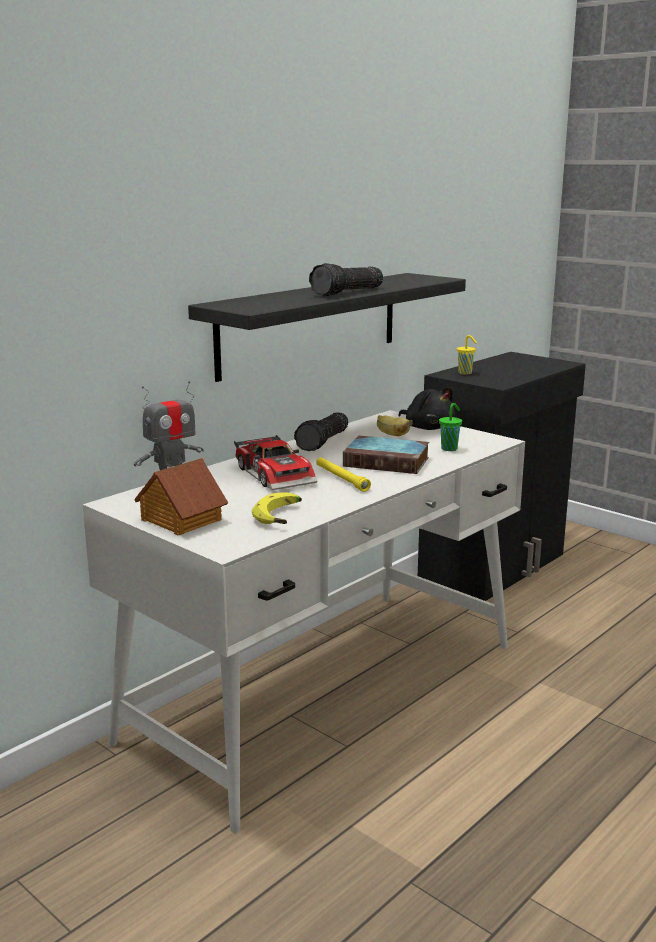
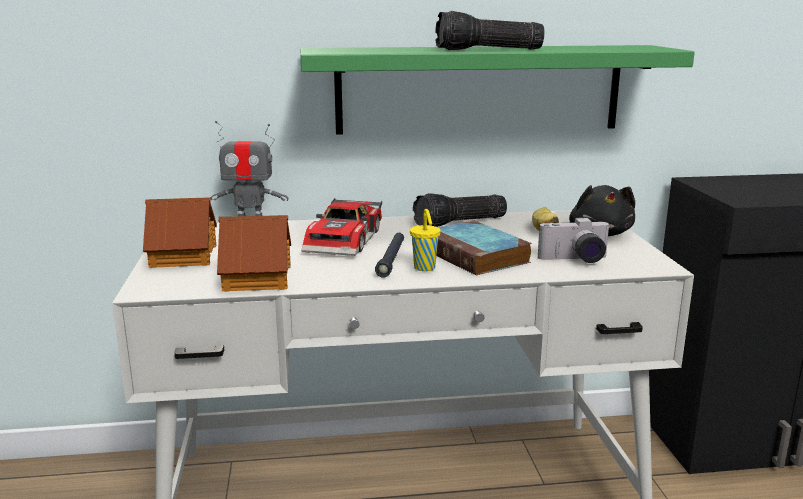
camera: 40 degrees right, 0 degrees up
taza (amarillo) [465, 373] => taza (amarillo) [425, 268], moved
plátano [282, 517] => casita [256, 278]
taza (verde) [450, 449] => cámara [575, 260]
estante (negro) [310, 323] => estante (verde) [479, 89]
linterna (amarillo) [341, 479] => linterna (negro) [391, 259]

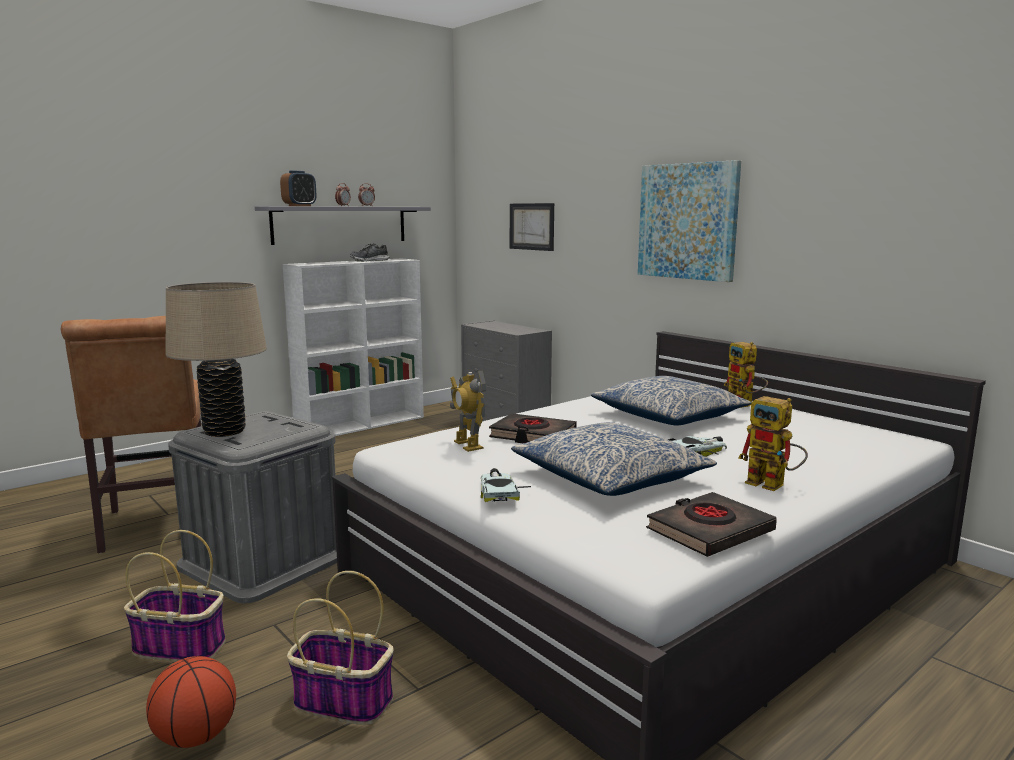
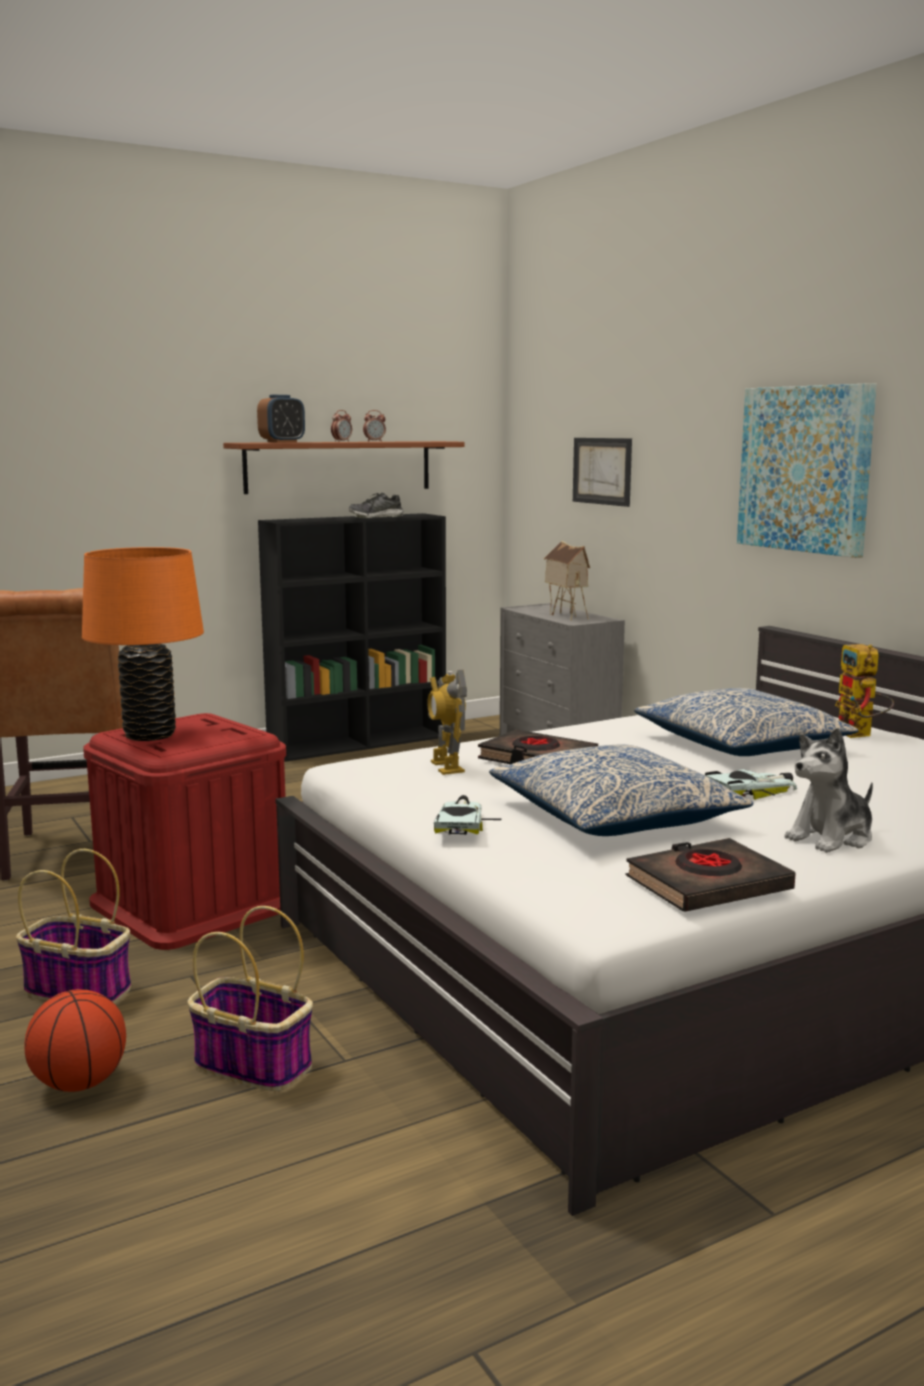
camera: 10 degrees right, 0 degrees up
nothing => casita [565, 616]
robot de juguete [773, 485] => peluche [831, 838]
lámpara de mesa (beis) [224, 431] => lámpara de mesa (naranja) [150, 735]
caja de almacenaje (gris) [263, 561] => caja de almacenaje (rojo) [193, 903]
estante (gris) [340, 224] => estante (marrón) [339, 466]
estantería (blanco) [362, 424] => estantería (negro) [360, 743]

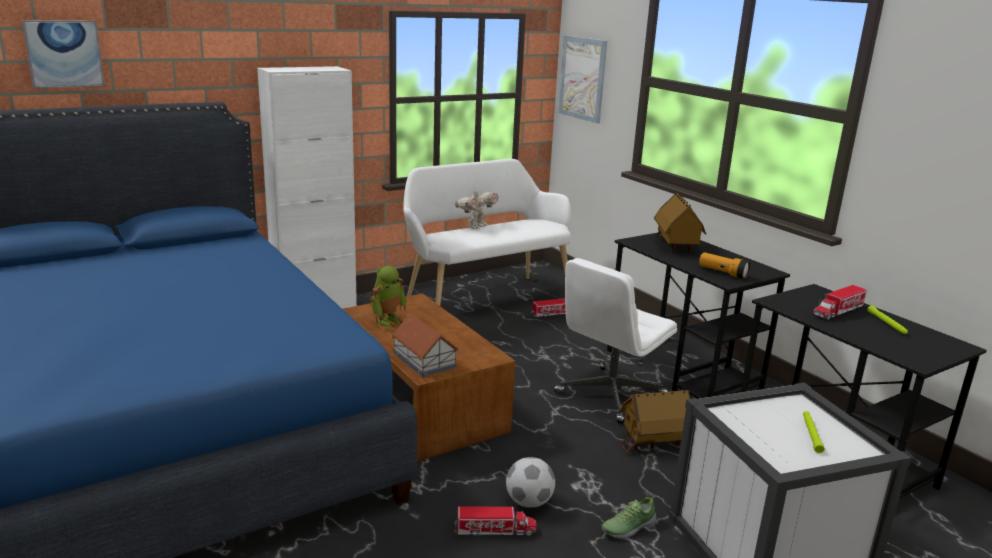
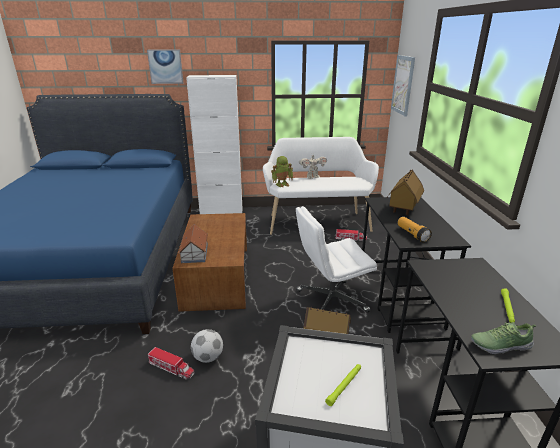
camera: 30 degrees right, 5 degrees up
camión de juguete [838, 311] => nothing
cuadro [64, 54] => cuadro [165, 66], moved
robot de juguete [388, 320] => robot de juguete [282, 184], moved
zapato [628, 527] => zapato [499, 345], moved

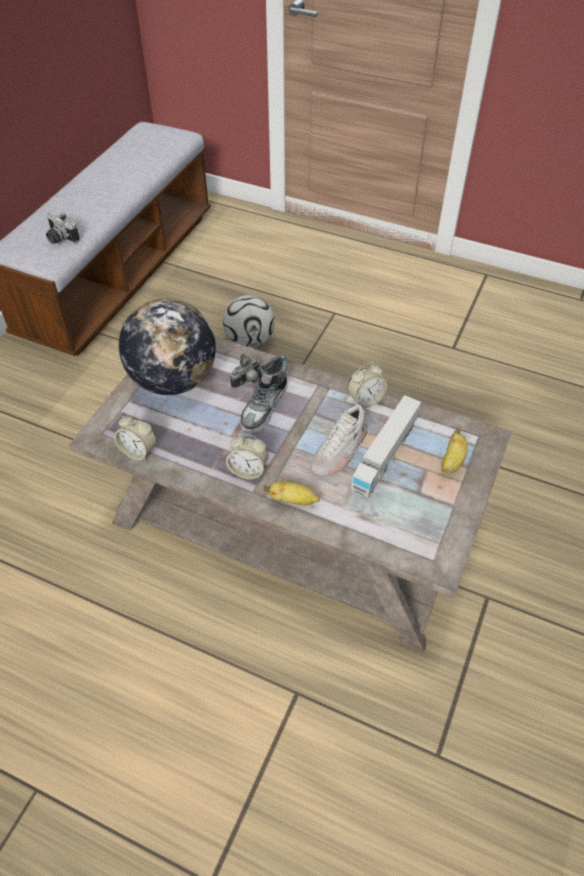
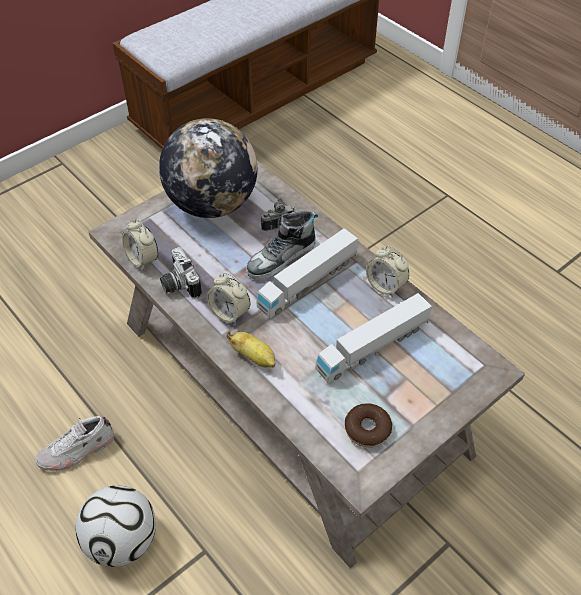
camera: 25 degrees right, 0 degrees up
plátano [452, 462] => nothing
nothing => camión de juguete [308, 282]
nothing => rosquilla [367, 429]
cámara [59, 238] => cámara [178, 284], moved
balón de fútbol [250, 340] => balón de fútbol [123, 540], moved
zapato (blanco) [339, 451] => zapato (blanco) [77, 451], moved
despertador [365, 400] => despertador [385, 286], 45 degrees clockwise

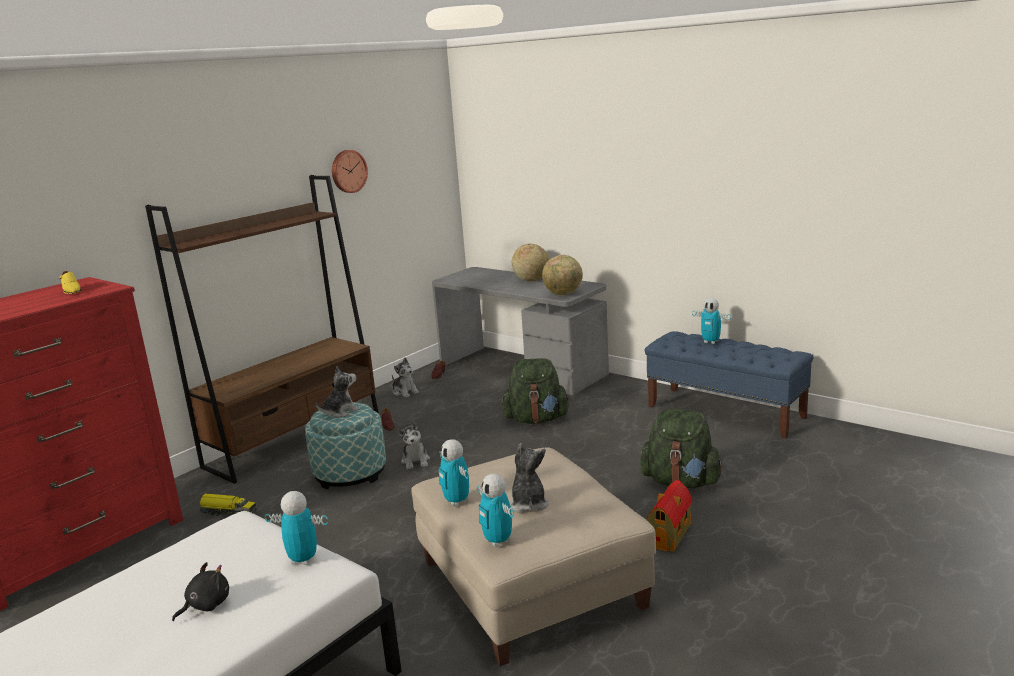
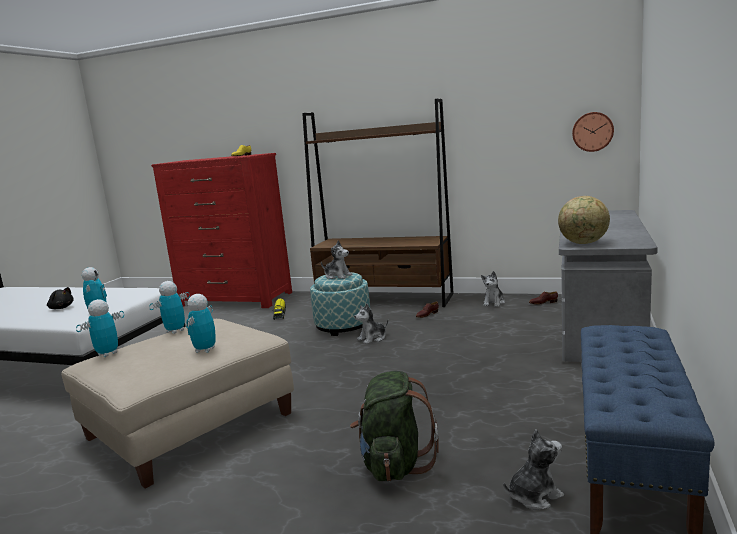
camera: 70 degrees right, 5 degrees down
mochila (verde) [536, 419] => nothing
globo terráqueo [531, 280] => nothing
casita [670, 534] => nothing
reloj de pared [348, 171] => reloj de pared [592, 131], moved
peluche [528, 503] => peluche [534, 496], moved
robot de juguete [711, 342] => robot de juguete [205, 350], moved

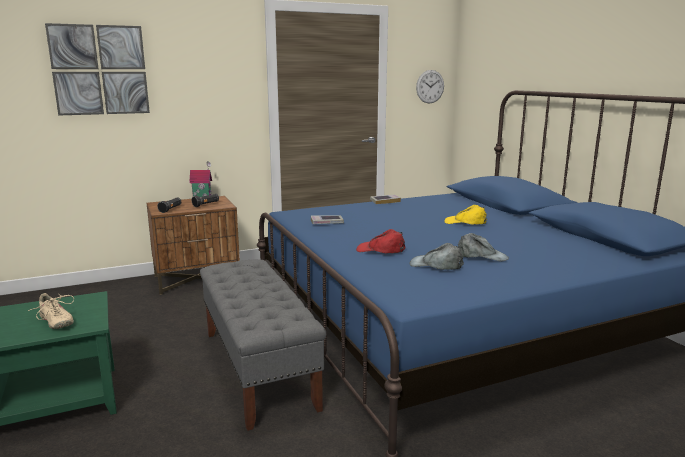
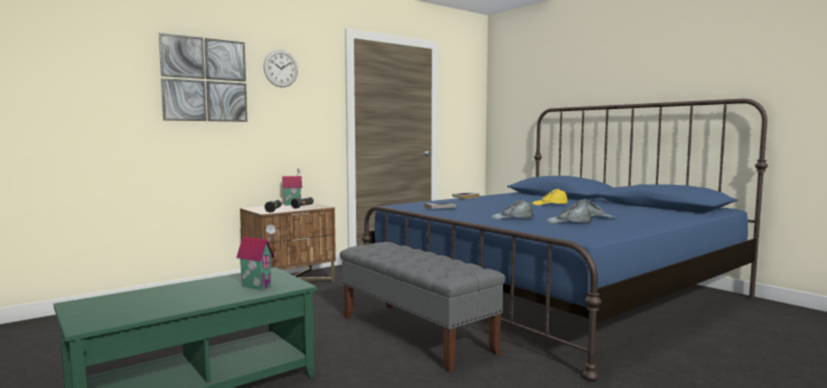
camera: 15 degrees left, 10 degrees down
reloj de pared [430, 86] => reloj de pared [281, 68], moved
zapato (beis) [55, 322] => casita [258, 286]
gorra (rojo) [381, 250] => gorra (gris) [512, 218]

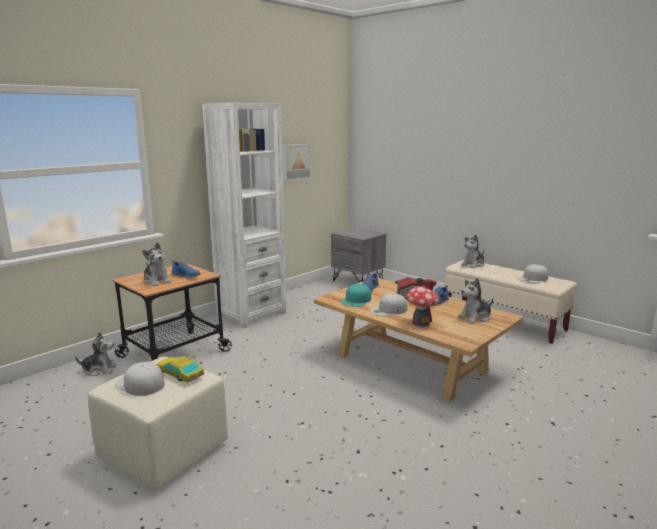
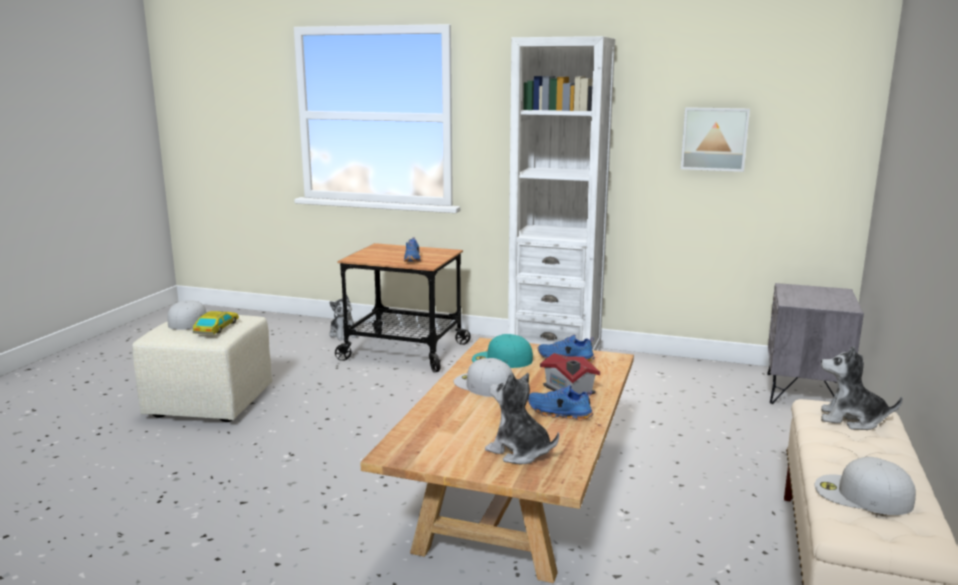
camera: 65 degrees right, 0 degrees up
peluche [157, 281] => nothing
casita [421, 323] => nothing

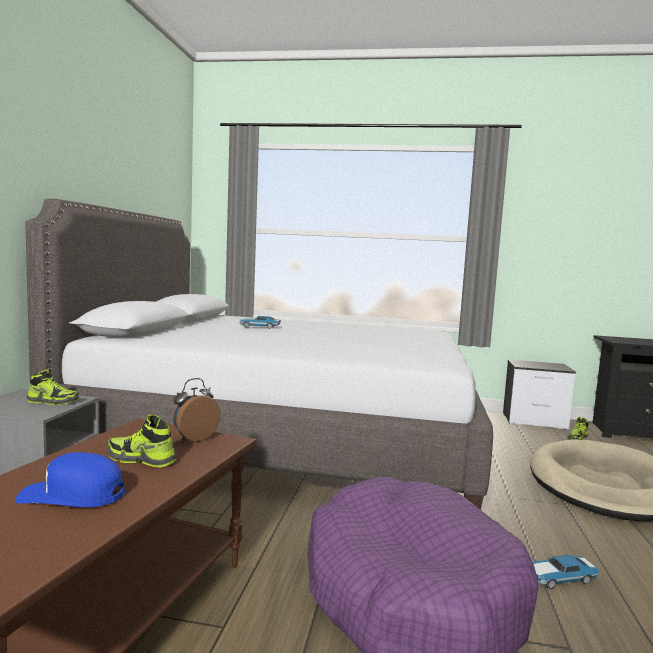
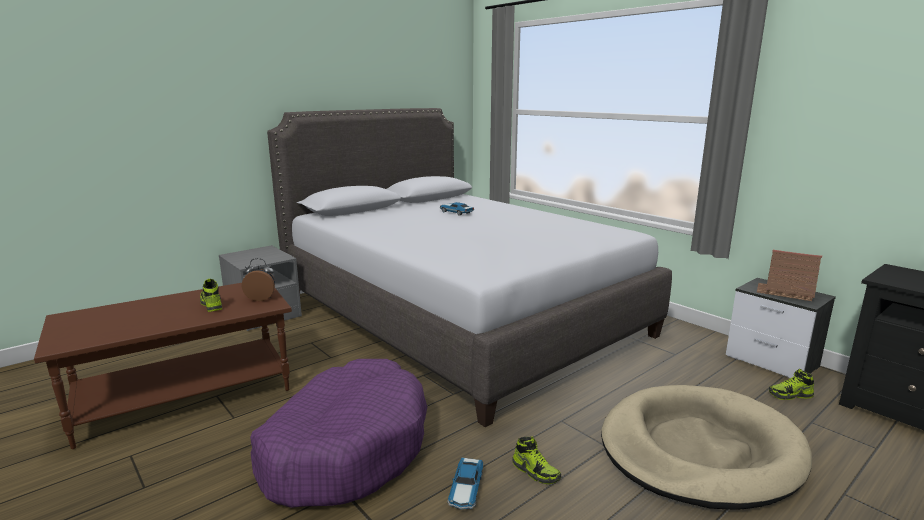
camera: 40 degrees right, 10 degrees up
gorra (azul) [72, 495] => nothing
nothing => casita [785, 292]
zapato [53, 401] => zapato [535, 472], moved
coche de juguete [559, 578] => coche de juguete [466, 490], 105 degrees counterclockwise

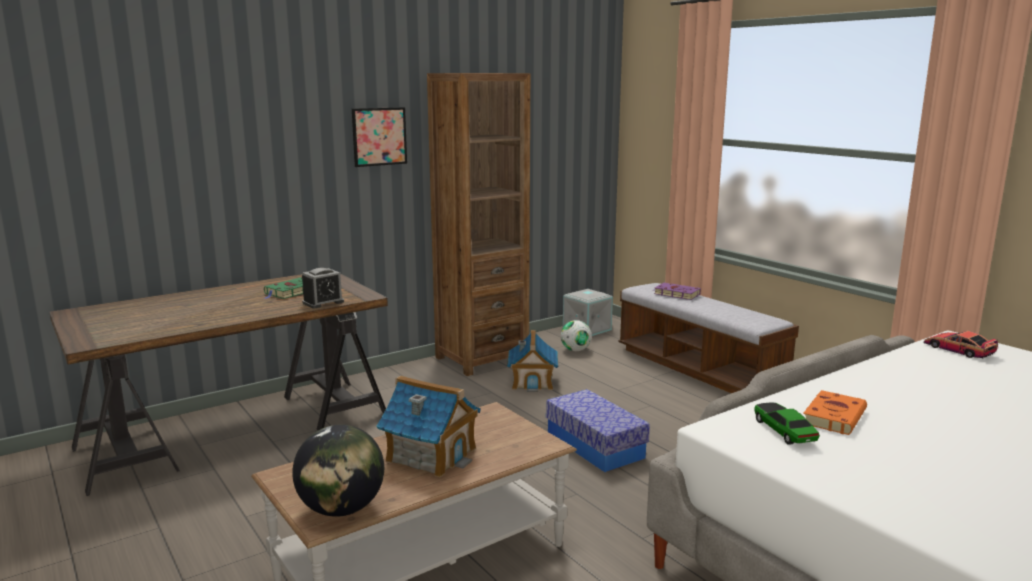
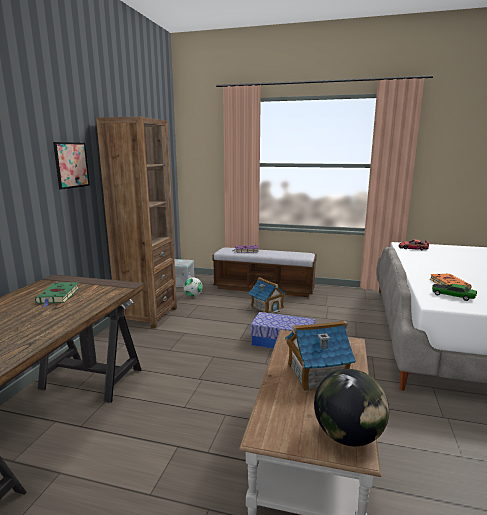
camera: 40 degrees left, 0 degrees up
despertador [323, 302] => nothing
casita [532, 381] => casita [267, 307], moved

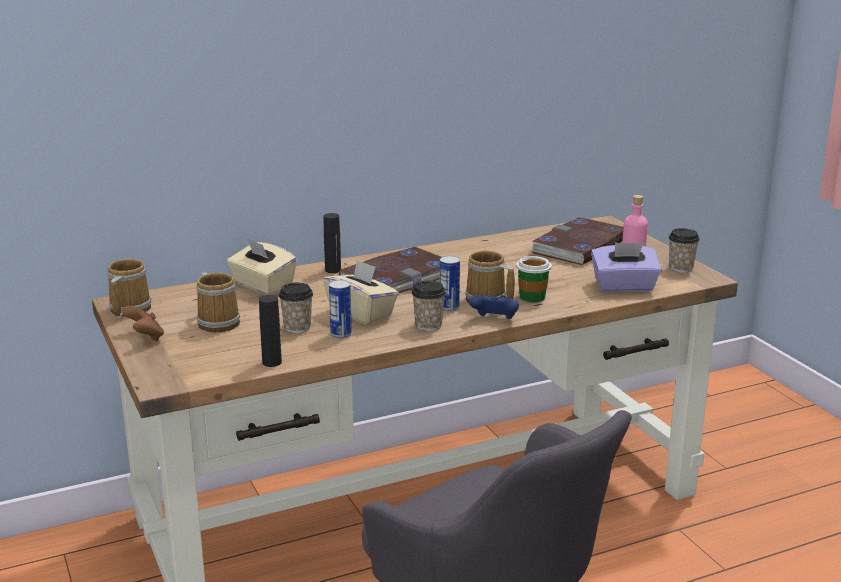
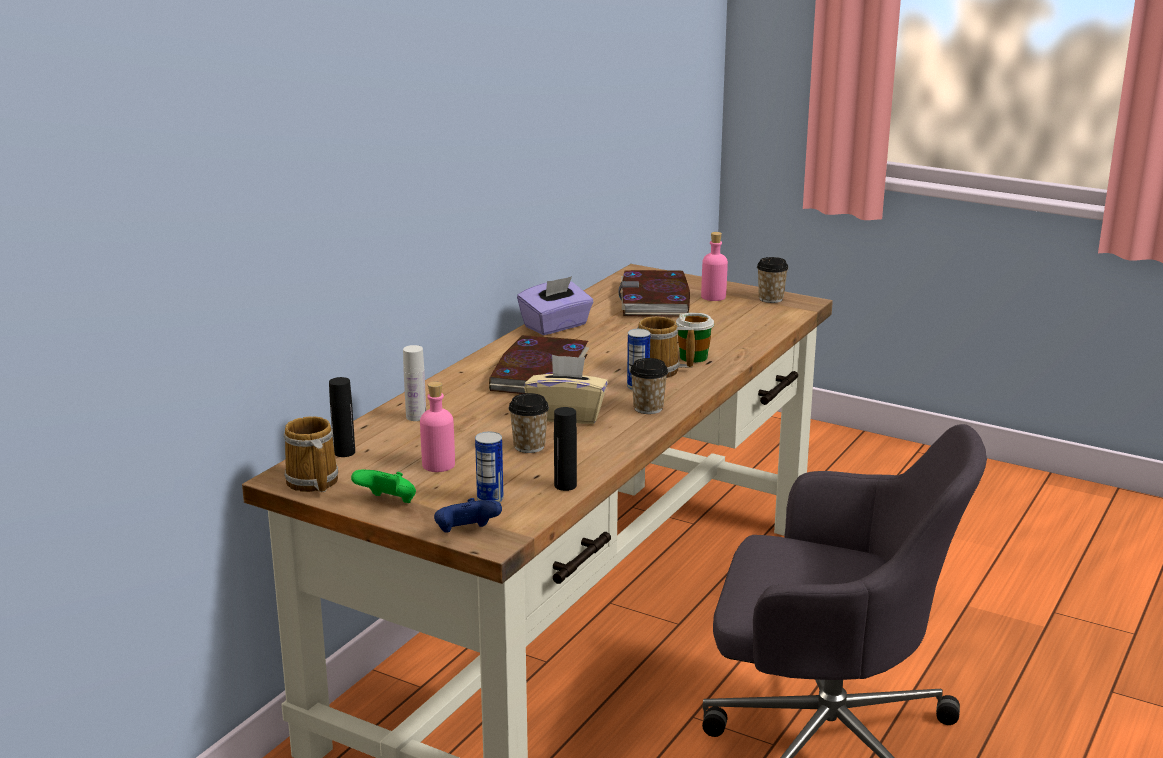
camera: 35 degrees left, 0 degrees up
botella (negro) [333, 270] => botella (negro) [344, 452], moved
lata [341, 334] => lata [490, 499], moved
mando de consola (azul) [494, 320] => mando de consola (azul) [466, 534], moved
caja de pañuelos (morado) [624, 287] => caja de pañuelos (morado) [556, 326], moved
taza grande [219, 322] => botella (rosa) [438, 465]
caja de pañuelos (beis) [262, 286] => botella (blanco) [416, 417]
mando de consola (marrón) [145, 337] => mando de consola (verde) [388, 503]

